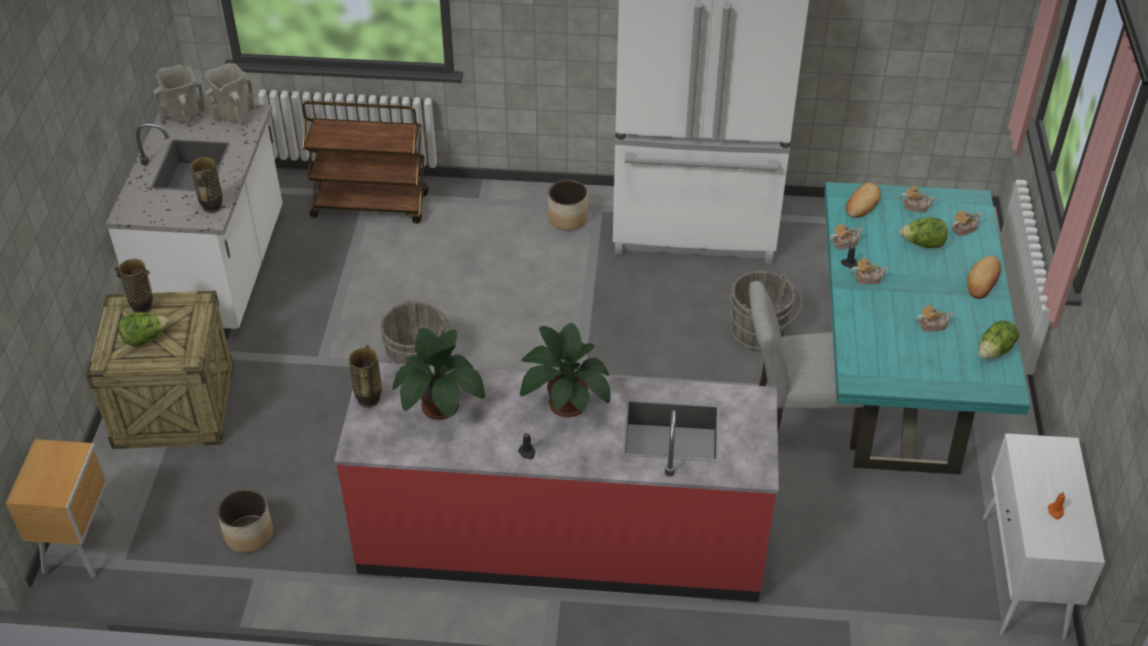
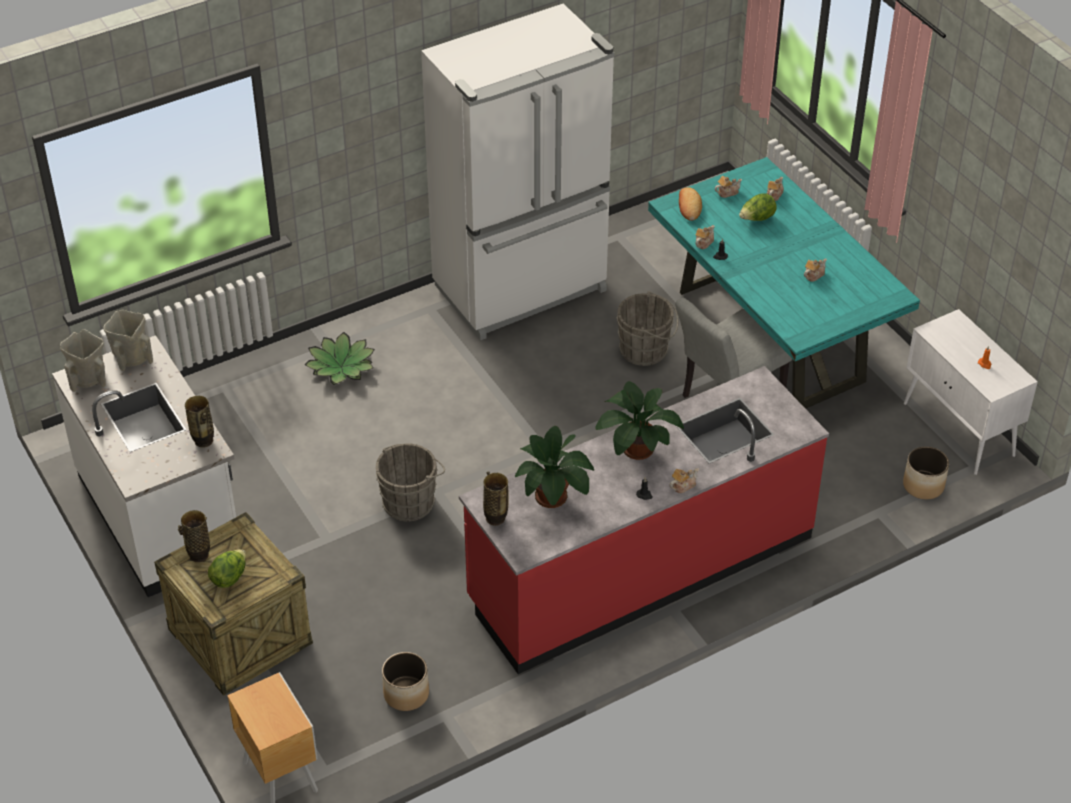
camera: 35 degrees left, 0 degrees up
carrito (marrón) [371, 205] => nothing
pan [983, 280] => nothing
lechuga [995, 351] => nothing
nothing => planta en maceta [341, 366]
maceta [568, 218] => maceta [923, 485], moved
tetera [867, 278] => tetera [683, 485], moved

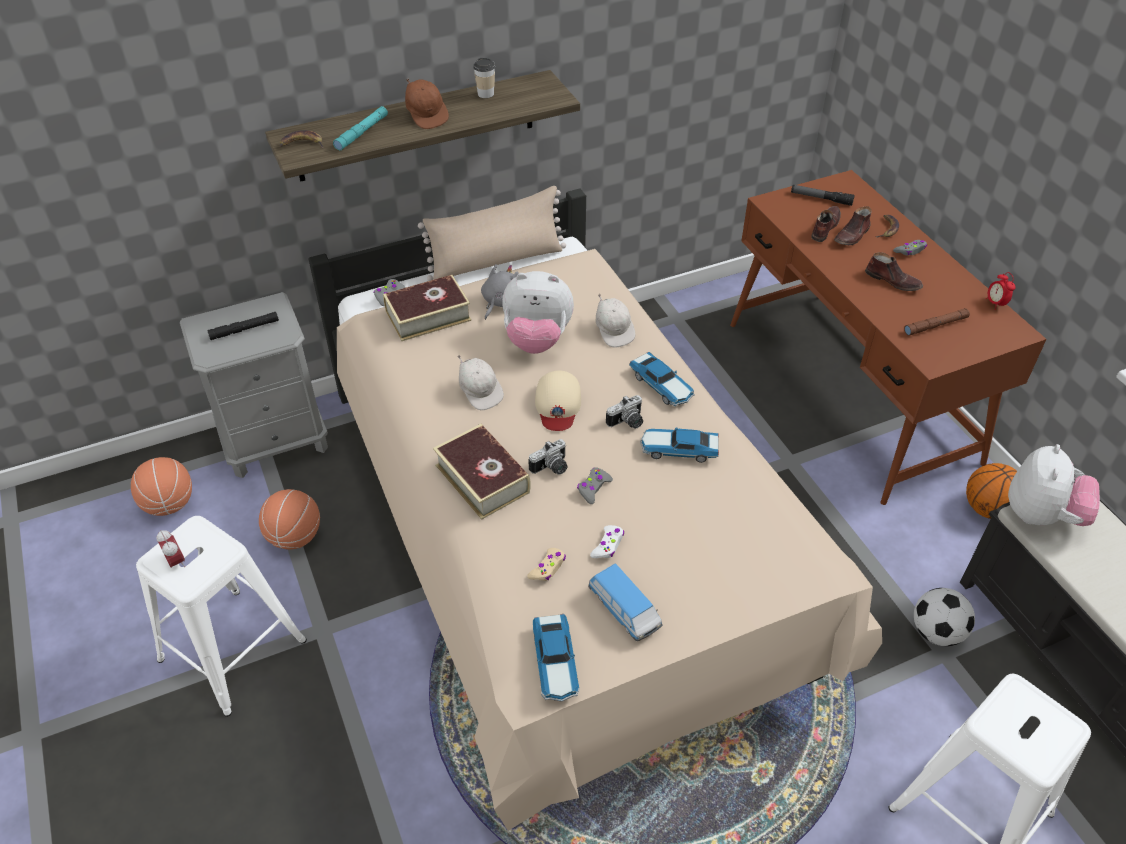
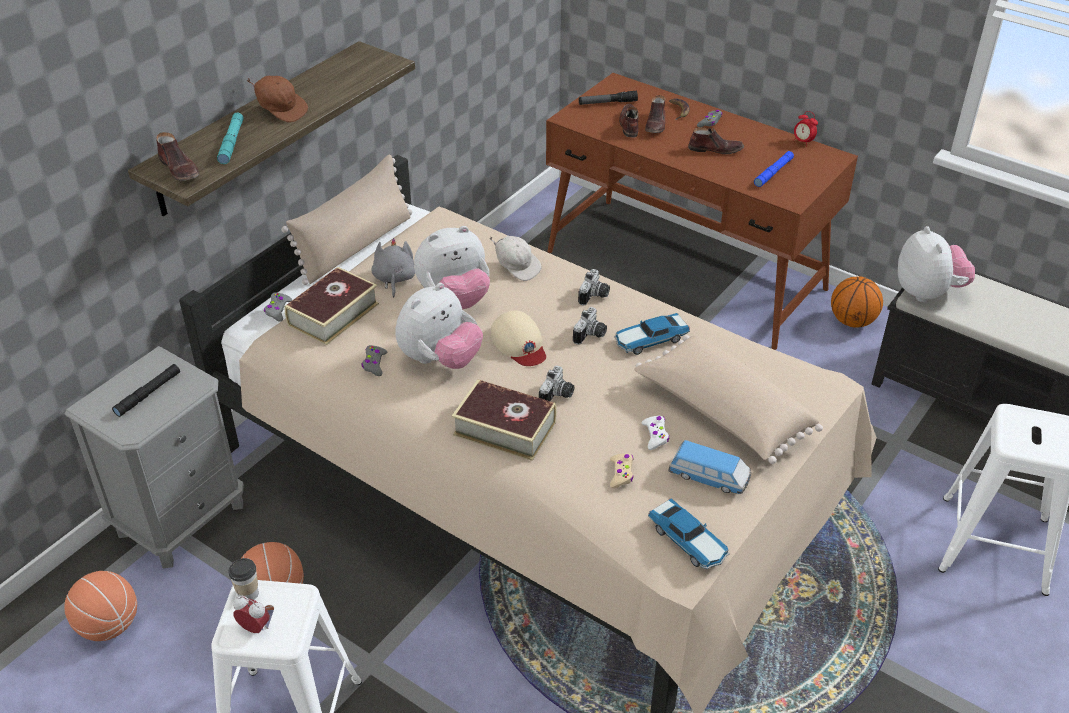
camera: 30 degrees left, 5 degrees down
balón de fútbol [936, 632] => nothing
nothing => cojín (beis) [722, 413]
taza [485, 94] => taza [248, 594], moved
mando de consola (gris) [593, 488] => mando de consola (gris) [374, 364], moved
plátano [302, 144] => zapato (marrón) [180, 169]
gorra (blanco) [480, 392] => peluche [440, 360]
coche de juguete [662, 386] => cámara [595, 296]
linterna (marrón) [935, 325] => linterna (azul) [773, 172]

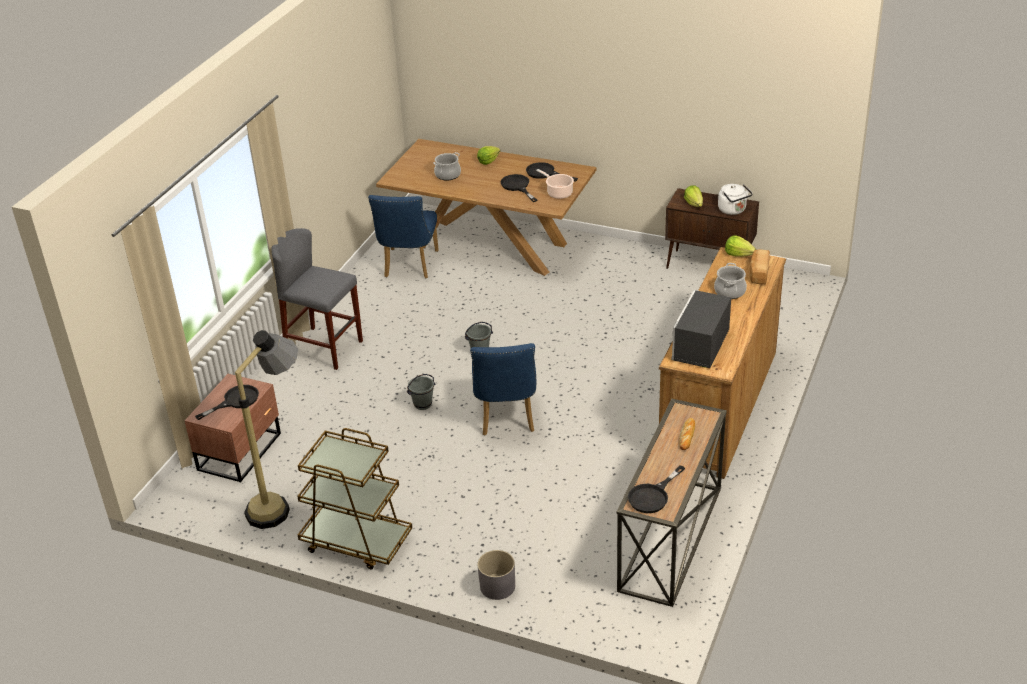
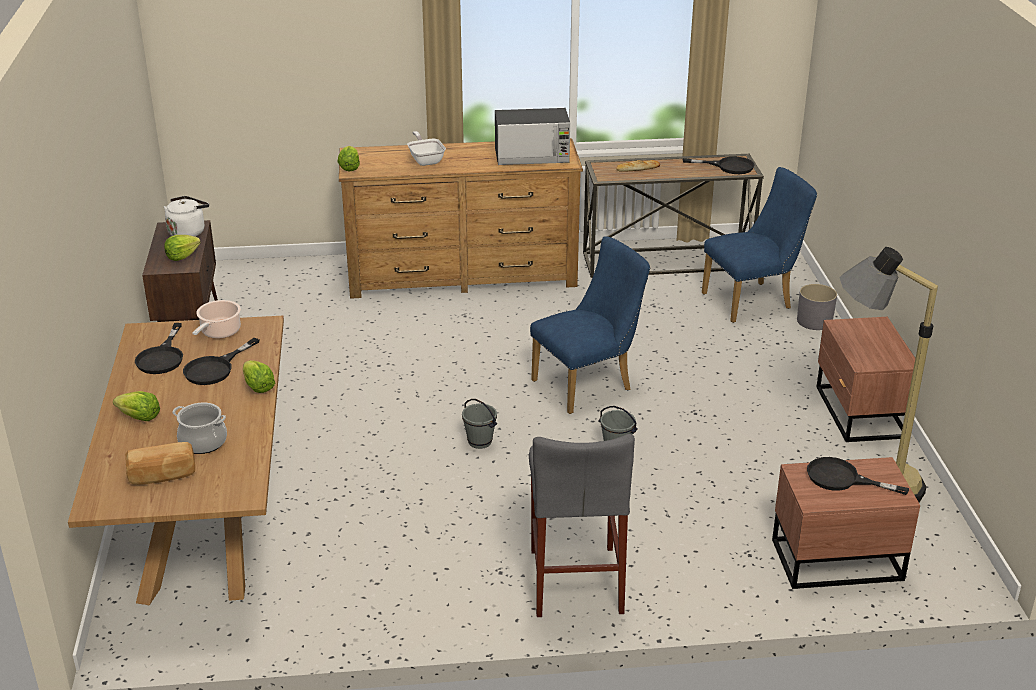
camera: 120 degrees left, 5 degrees down
nothing => lechuga [258, 387]
silla (azul) [409, 266] => silla (azul) [753, 301], moved
pan [758, 274] => pan [162, 475], moved
carrito (marrón) [356, 542] => mesita de noche (marrón) [859, 413]
olla [730, 291] => sartén [426, 160]

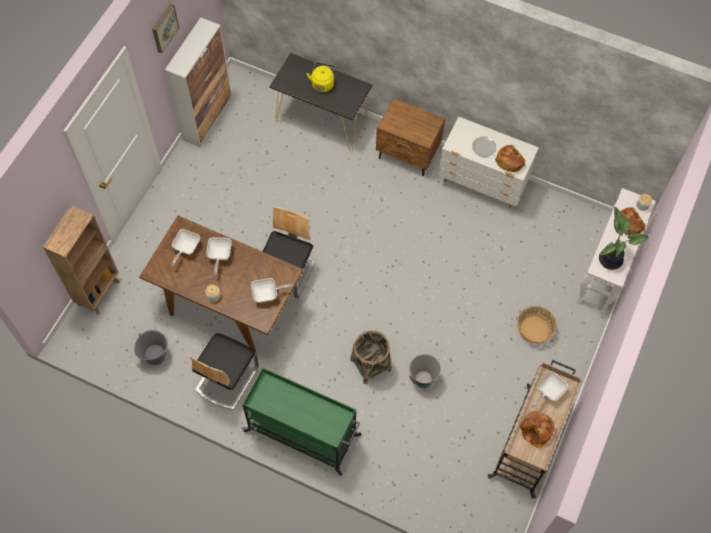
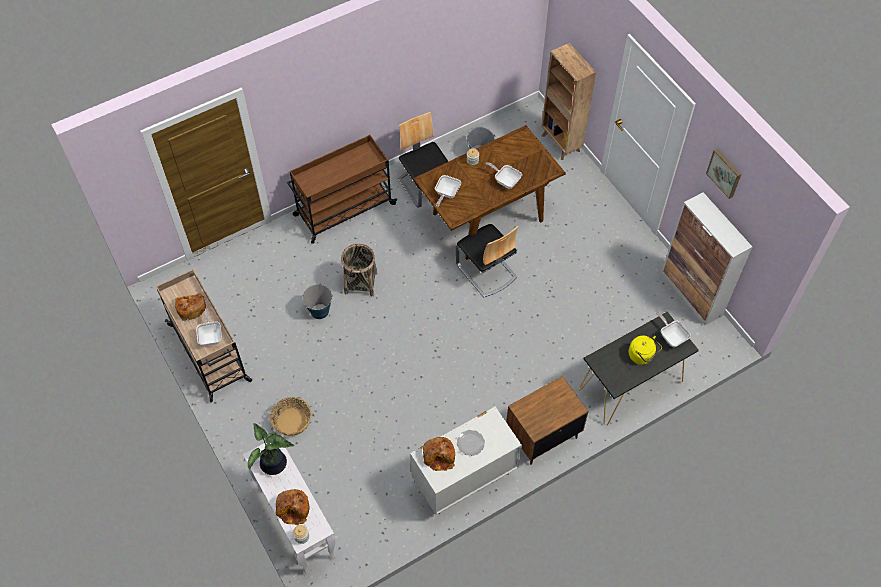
camera: 125 degrees right, 5 degrees down
sartén [185, 249] => sartén [671, 336], moved
carrito (verde) [303, 433] => carrito (marrón) [343, 210]

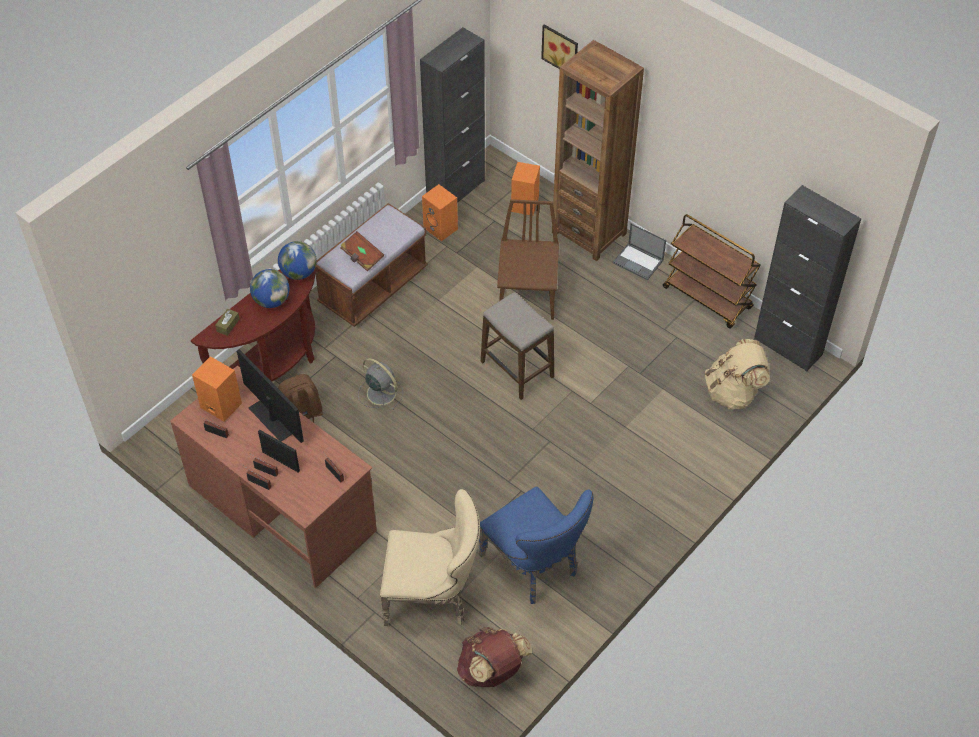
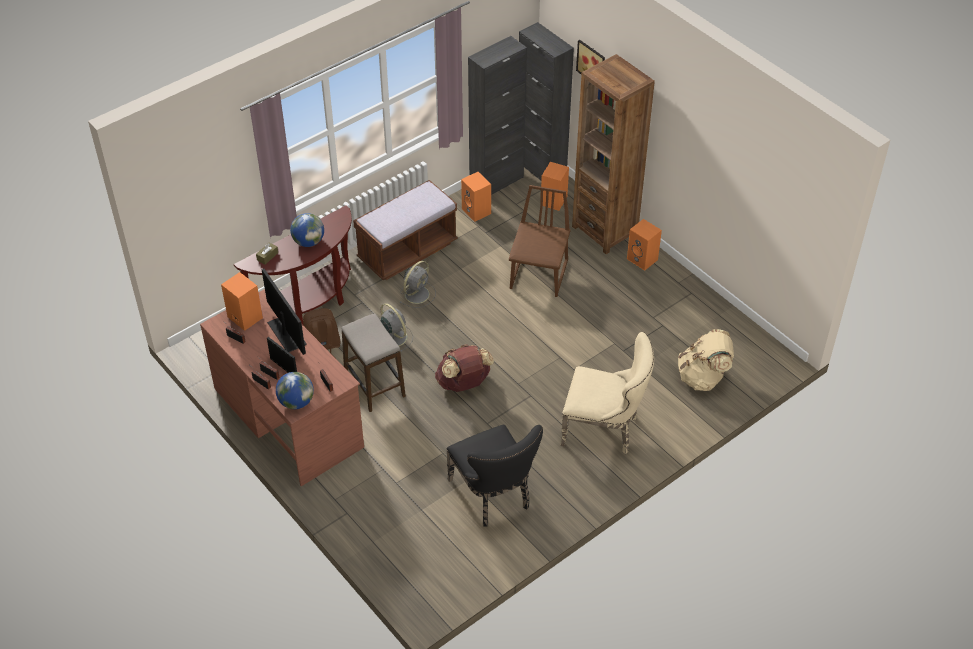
camera: 10 degrees right, 5 degrees down
libro (marrón) [362, 257] => nothing
carrito (marrón) [708, 298] => nothing
nothing => ventilador (gris) [417, 294]
globo terráqueo [299, 273] => globo terráqueo [296, 402], moved
silla (beis) [433, 596] => silla (beis) [604, 429], moved
mochila (marrón) [492, 671] => mochila (marrón) [463, 383], moved
taburete [517, 369] => taburete [374, 385], moved
armario (negro) [788, 346] => armario (negro) [541, 169], moved
portátil [638, 261] => altavoz (naranja) [643, 259]
silla (azul) [534, 567] => silla (negro) [494, 496]

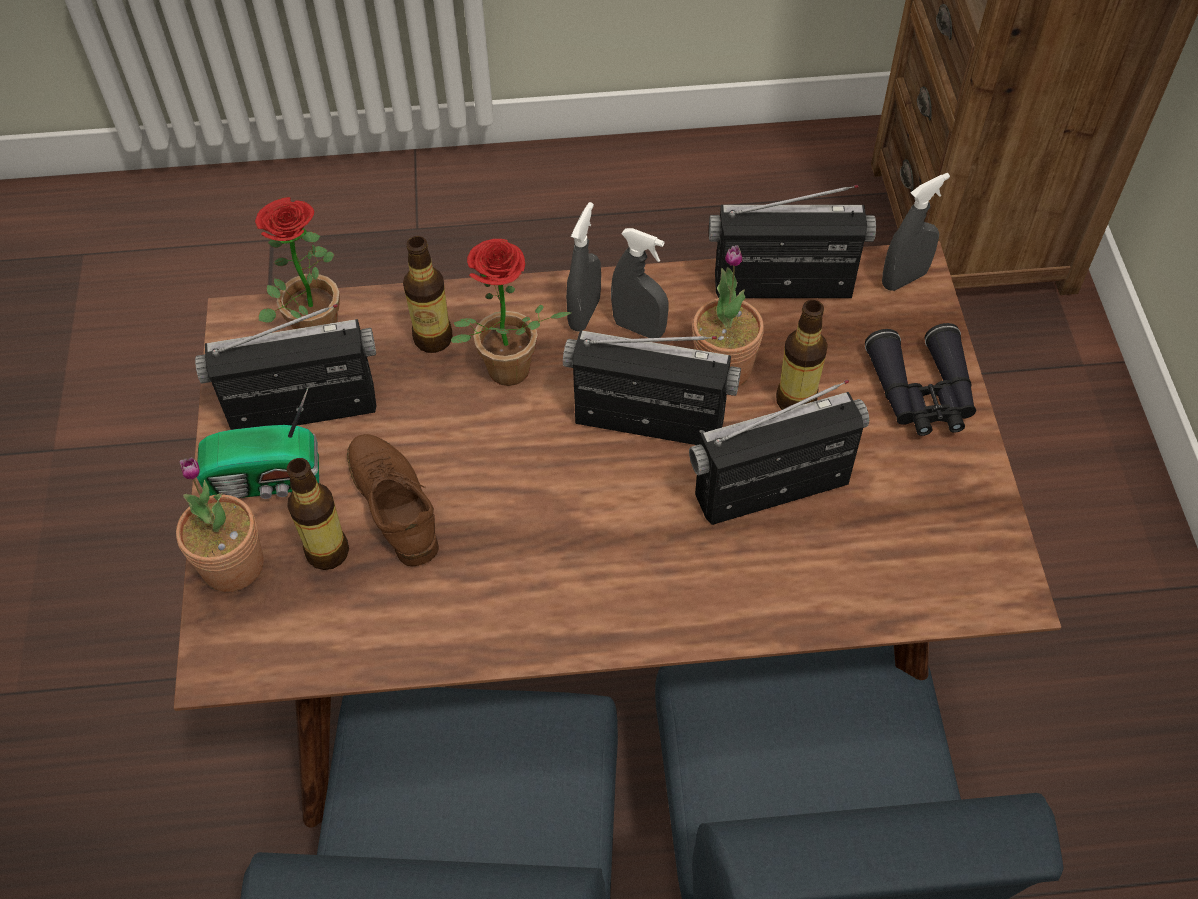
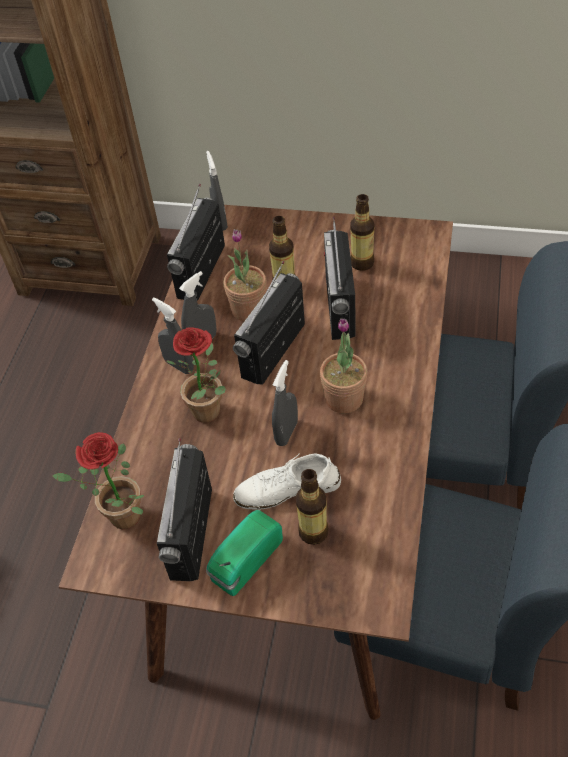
camera: 70 degrees left, 5 degrees down
prismáticos (negro) [922, 393] => nothing
nothing => pulverizador (gris) [286, 433]
planta en maceta [233, 565] => planta en maceta [344, 399], moved
botella [433, 338] => botella [362, 263], moved
zapato (marrón) [394, 503] => zapato (blanco) [287, 489]
radio [268, 481] => radio [244, 561], 150 degrees counterclockwise

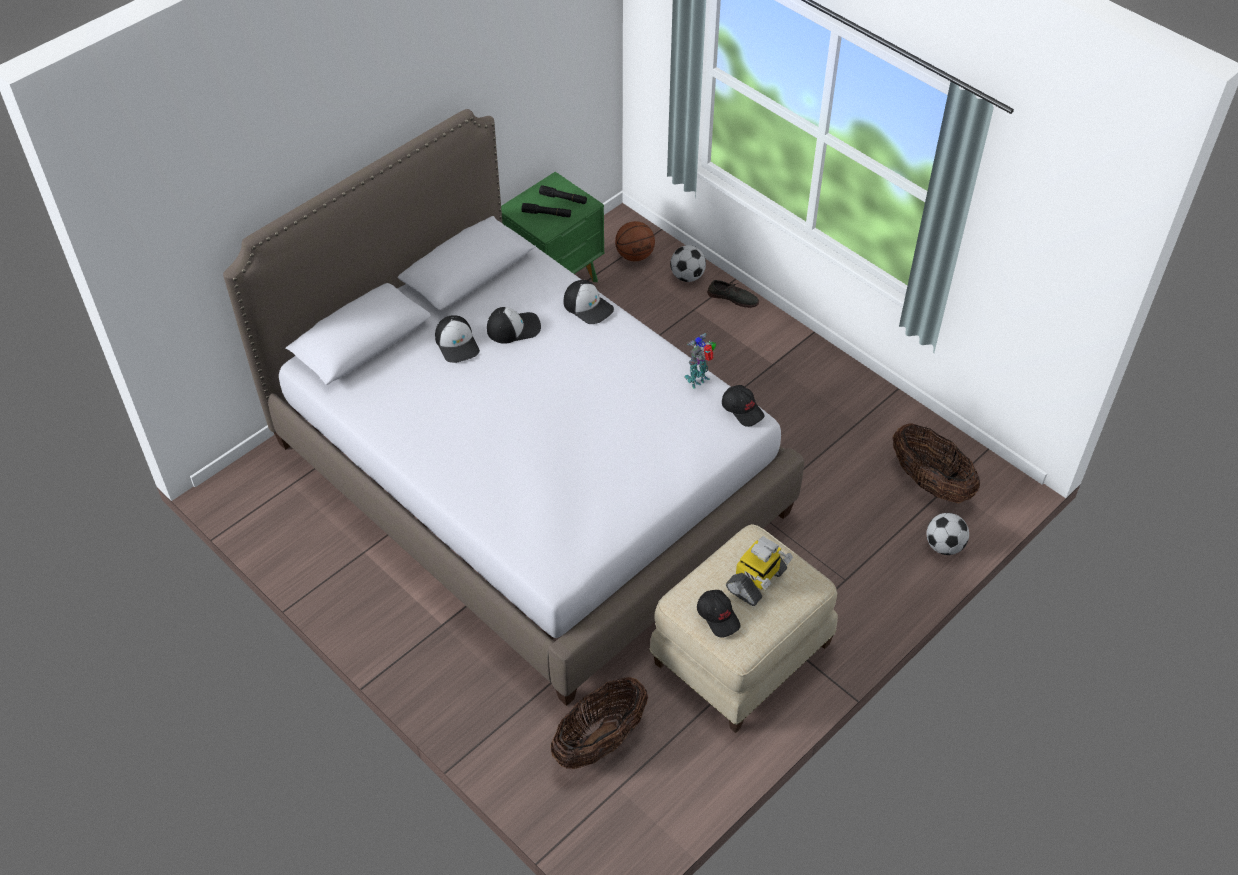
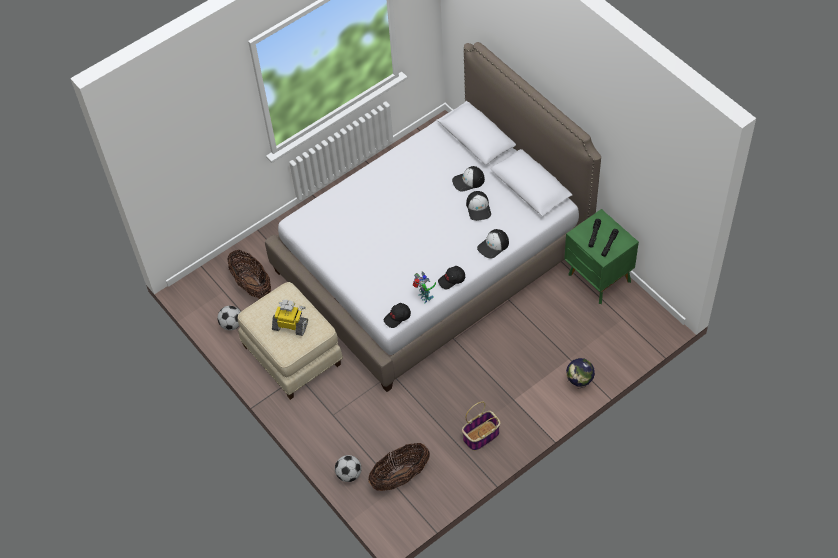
camera: 100 degrees right, 5 degrees up
balón de baloncesto [635, 255] => nothing
nothing => cesta [481, 436]
balón de fútbol [687, 276] => balón de fútbol [232, 324], moved
gorra (negro) [718, 616] => gorra (negro) [452, 280], moved
zapato (gris) [733, 297] => globo terráqueo [579, 383]
robot de juguete [757, 581] => robot de juguete [291, 325], 150 degrees clockwise

